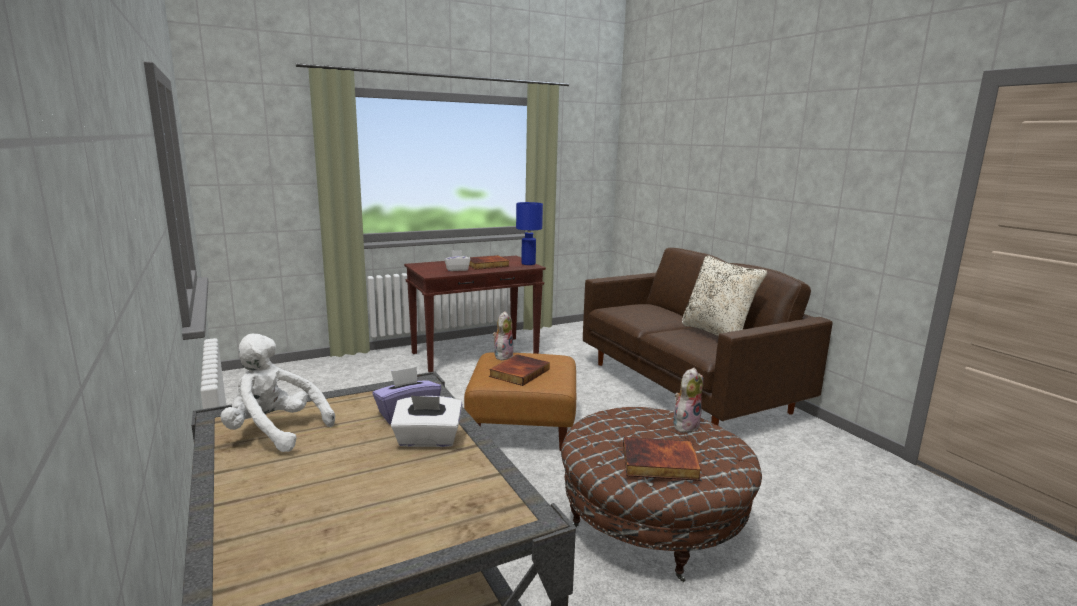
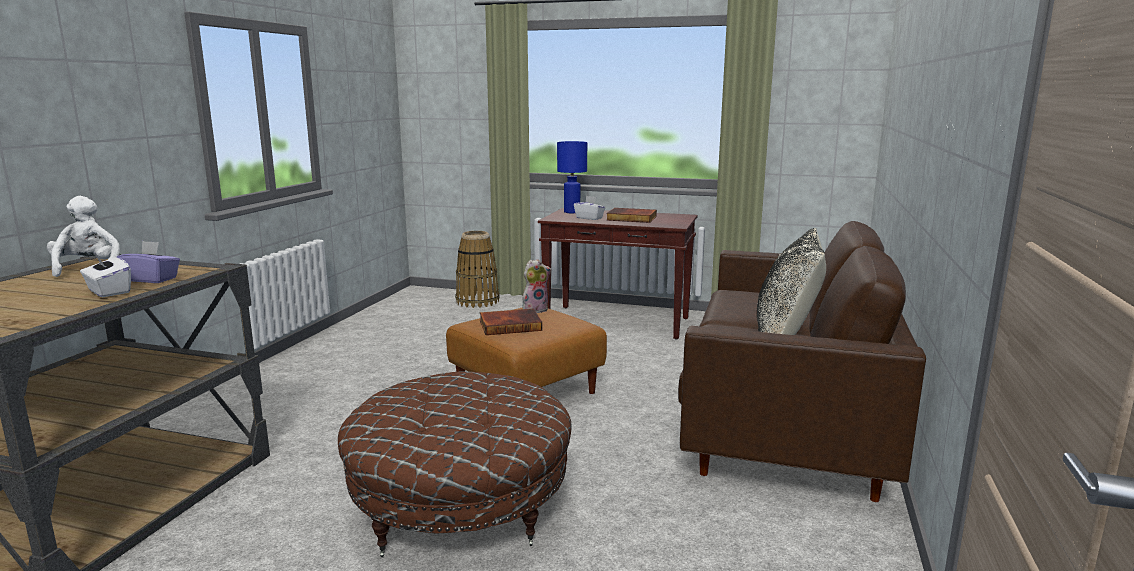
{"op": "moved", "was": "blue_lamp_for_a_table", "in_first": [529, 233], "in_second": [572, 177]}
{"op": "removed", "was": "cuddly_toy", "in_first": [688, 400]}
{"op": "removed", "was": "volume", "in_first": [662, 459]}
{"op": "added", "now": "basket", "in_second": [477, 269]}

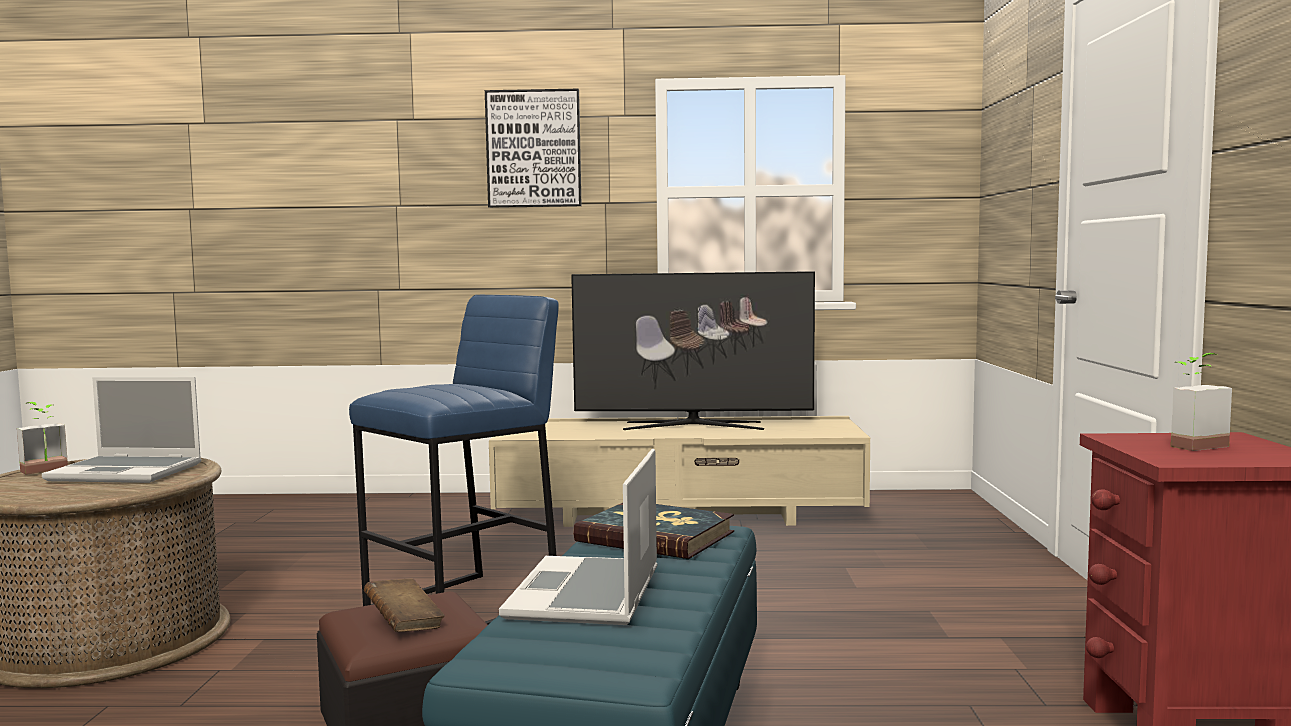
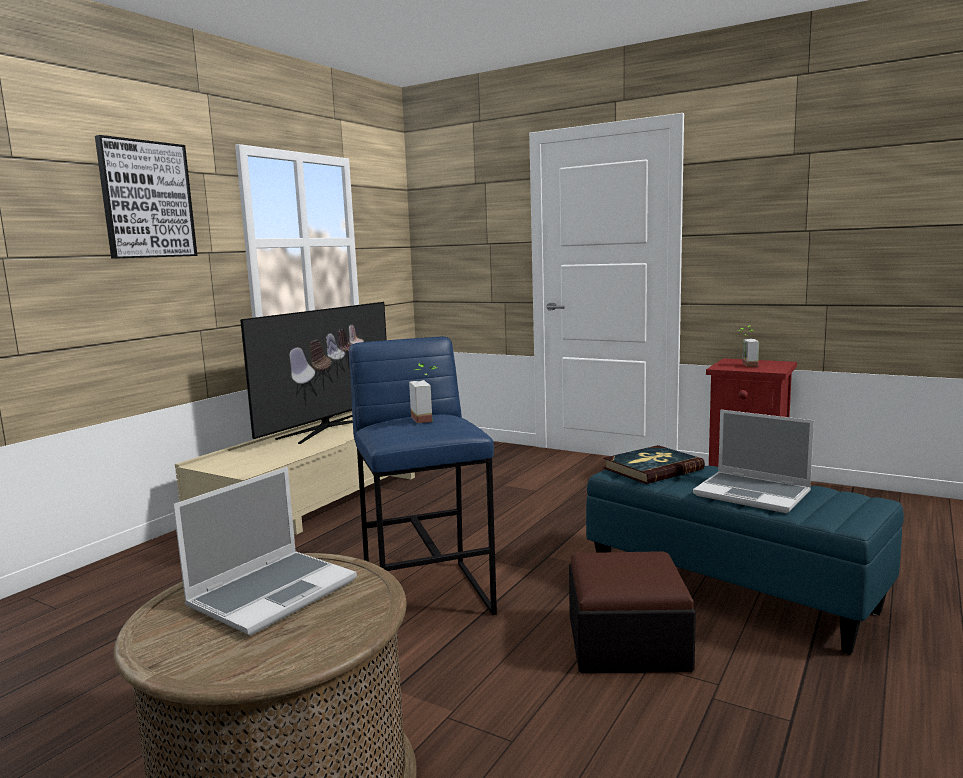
{"op": "moved", "was": "houseplant", "in_first": [42, 438], "in_second": [422, 393]}
{"op": "removed", "was": "brown-coloured_volume", "in_first": [404, 605]}

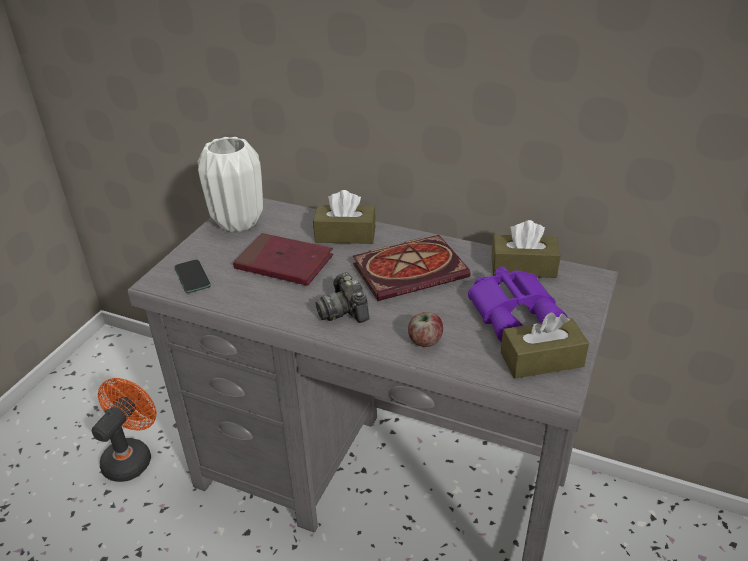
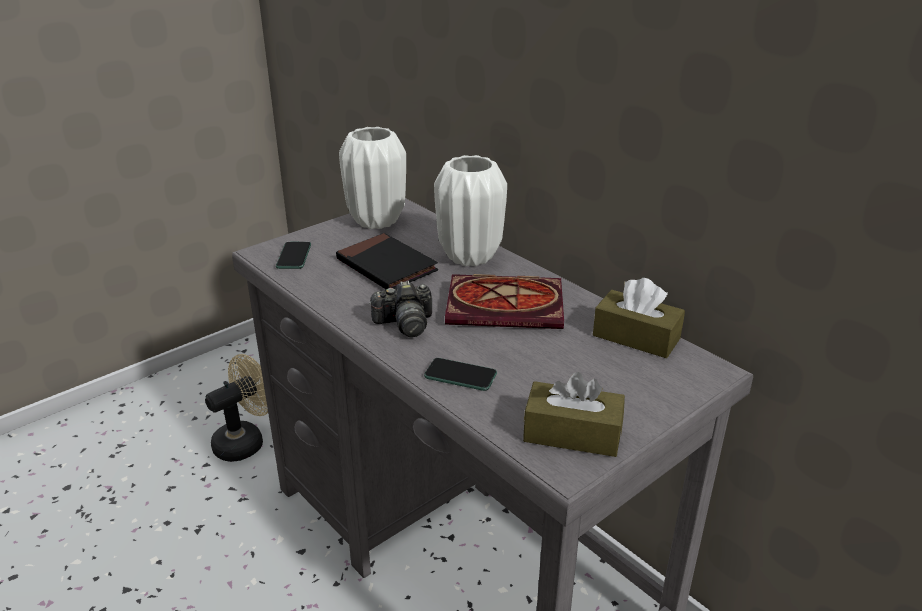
{"op": "replaced", "was": "brown-coloured_box_of_tissues", "now": "whitish_vase", "in_first": [344, 217], "in_second": [470, 210]}
{"op": "recoloured", "was": "reddish_volume", "now": "black-coloured_volume", "in_first": [283, 259], "in_second": [387, 261]}
{"op": "removed", "was": "purple-coloured_field_glasses", "in_first": [518, 304]}
{"op": "turned", "was": "photo_camera", "in_first": [342, 297], "in_second": [400, 309], "clockwise": -105}
{"op": "replaced", "was": "apple", "now": "handset", "in_first": [425, 329], "in_second": [460, 374]}
{"op": "recoloured", "was": "orange-coloured_cooling_fan", "now": "sand-coloured_cooling_fan", "in_first": [124, 430], "in_second": [236, 408]}

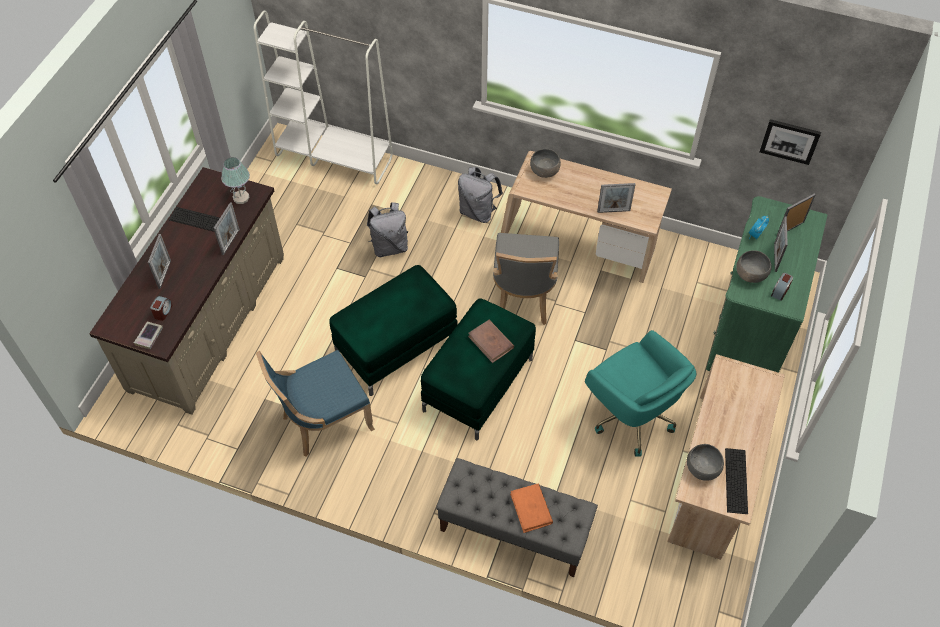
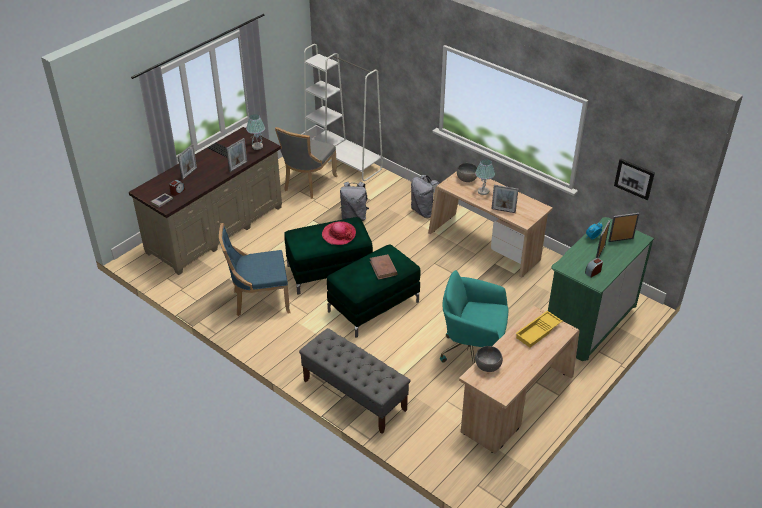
{"op": "moved", "was": "greyish_upright_chair", "in_first": [526, 279], "in_second": [306, 163]}
{"op": "removed", "was": "greyish_serving_bowl", "in_first": [754, 266]}
{"op": "turned", "was": "turquoise-coloured_desk_chair", "in_first": [641, 393], "in_second": [474, 317], "clockwise": 120}
{"op": "removed", "was": "PC_keyboard", "in_first": [736, 481]}
{"op": "removed", "was": "orange-coloured_volume", "in_first": [531, 508]}
{"op": "added", "now": "lamp_for_a_table", "in_second": [485, 177]}
{"op": "added", "now": "hat", "in_second": [339, 233]}
{"op": "added", "now": "yellow-coloured_tray", "in_second": [538, 329]}

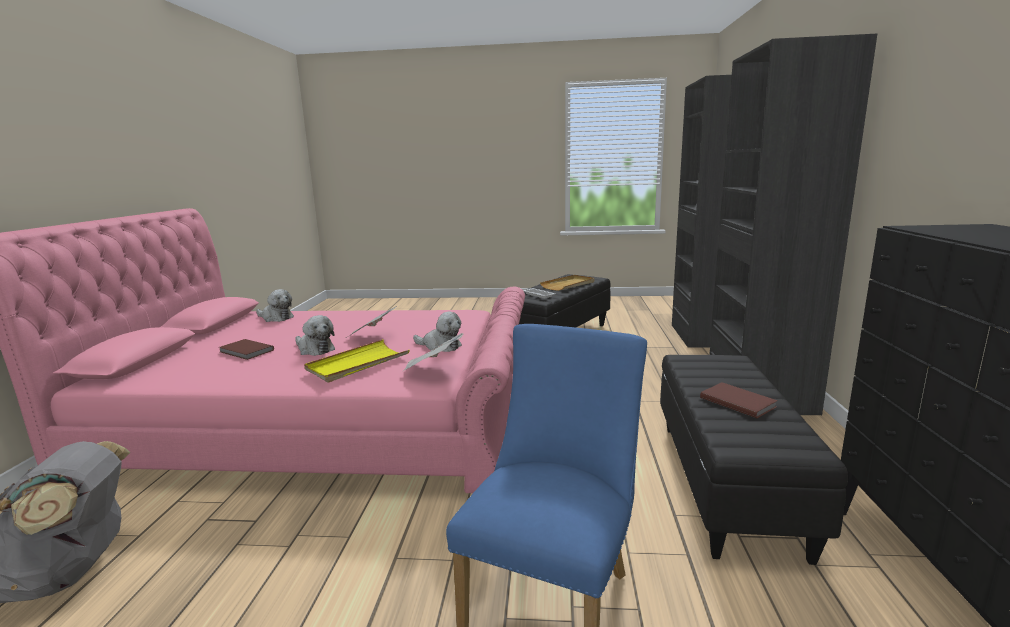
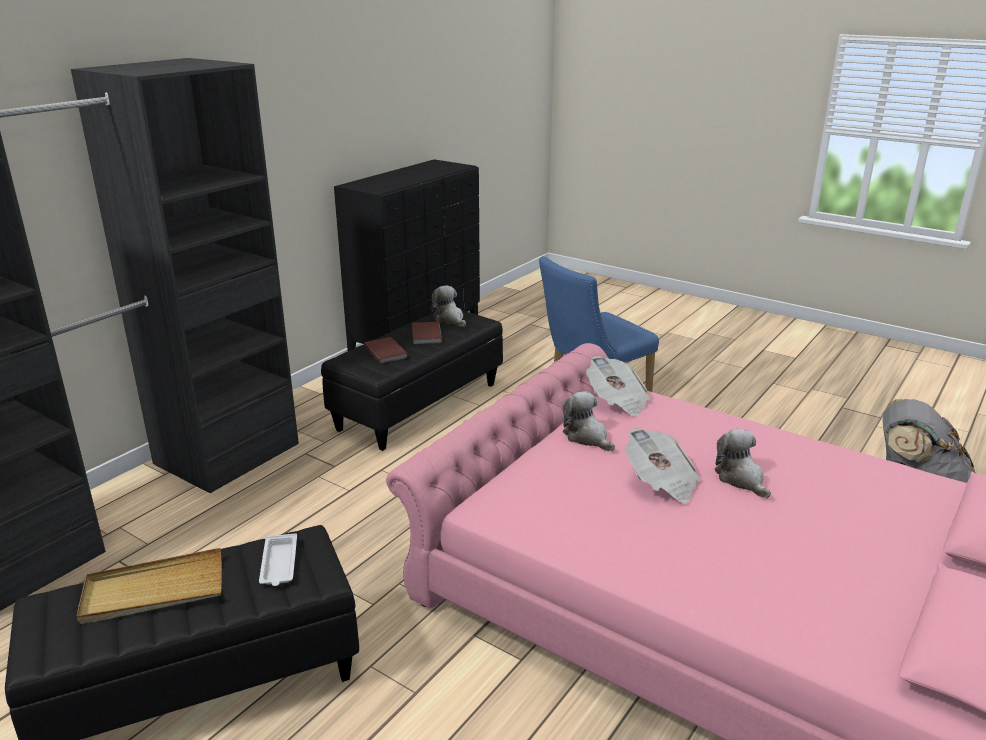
{"op": "moved", "was": "cuddly_toy", "in_first": [275, 305], "in_second": [448, 306]}
{"op": "moved", "was": "brown-coloured_volume", "in_first": [246, 349], "in_second": [386, 350]}
{"op": "removed", "was": "yellow-coloured_tray", "in_first": [357, 360]}

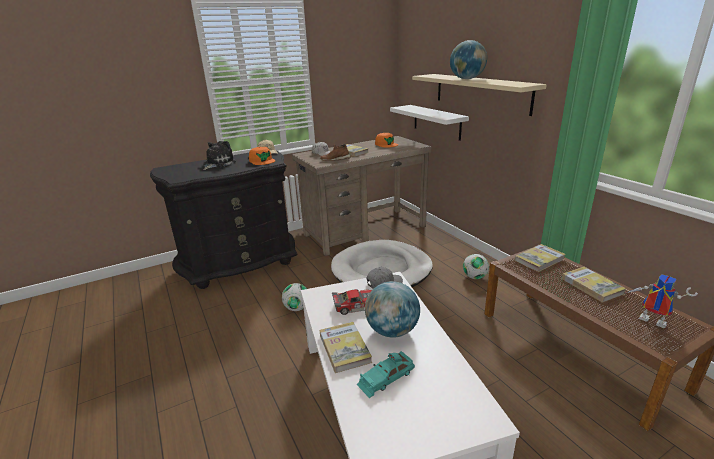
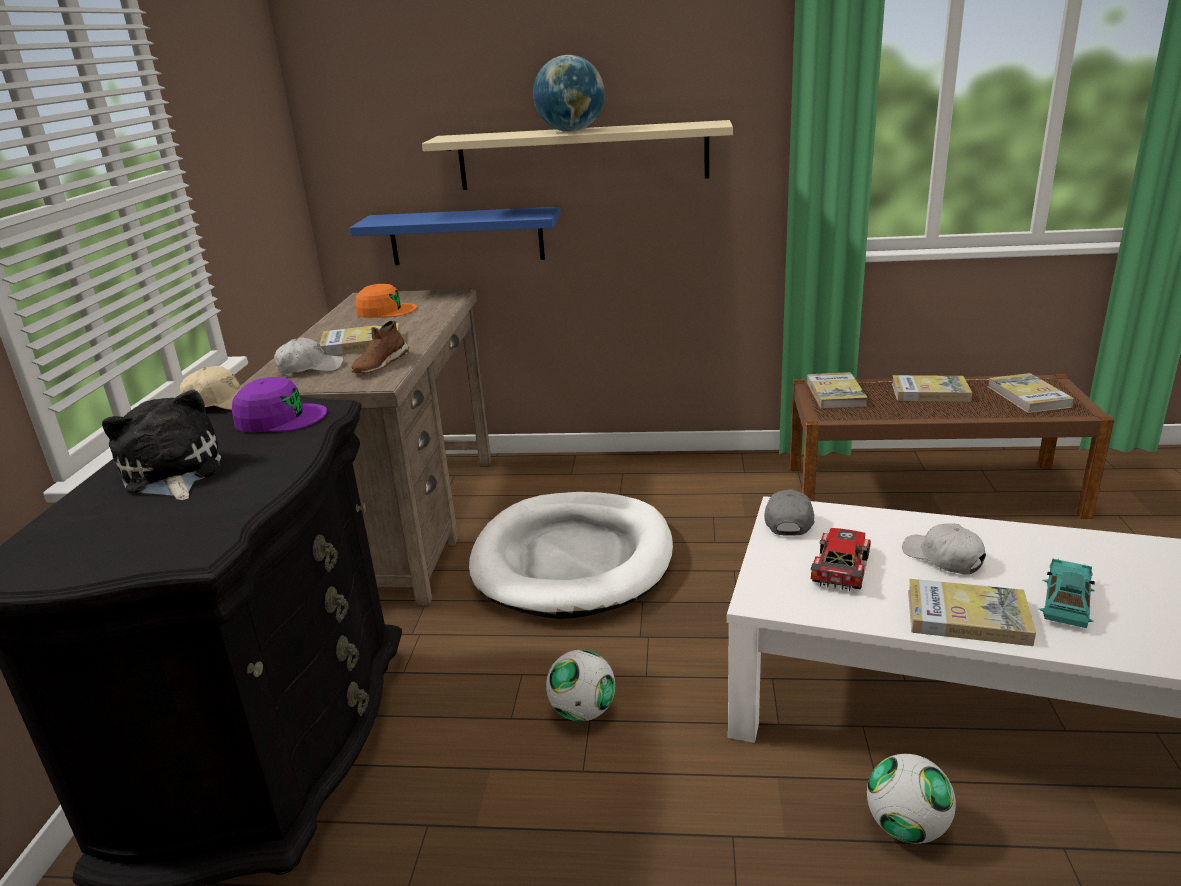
{"op": "recoloured", "was": "whitish_bracket_shelf", "now": "blue_bracket_shelf", "in_first": [429, 123], "in_second": [455, 236]}
{"op": "recoloured", "was": "orange-coloured_cap", "now": "purple-coloured_cap", "in_first": [262, 156], "in_second": [279, 405]}
{"op": "moved", "was": "ball_for_football", "in_first": [476, 266], "in_second": [911, 799]}
{"op": "replaced", "was": "toy_robot", "now": "volume", "in_first": [662, 301], "in_second": [1030, 393]}
{"op": "replaced", "was": "desk_globe", "now": "whitish_cap", "in_first": [392, 309], "in_second": [944, 549]}
{"op": "turned", "was": "turquoise-coloured_miniature_car", "in_first": [386, 374], "in_second": [1067, 593], "clockwise": -150}

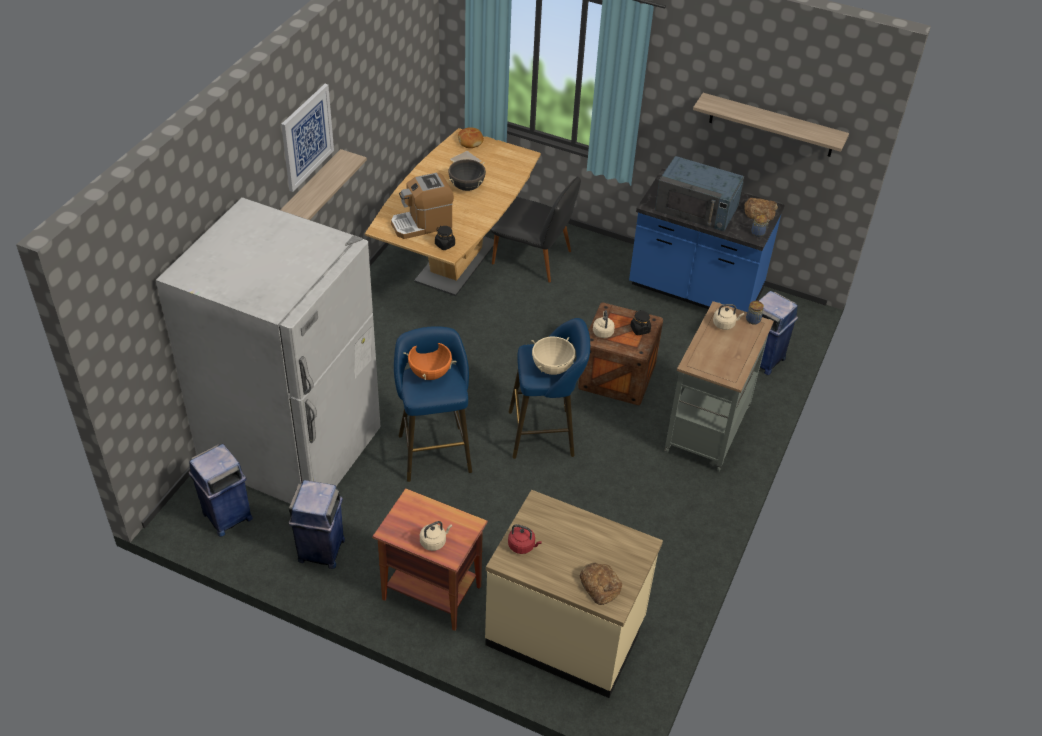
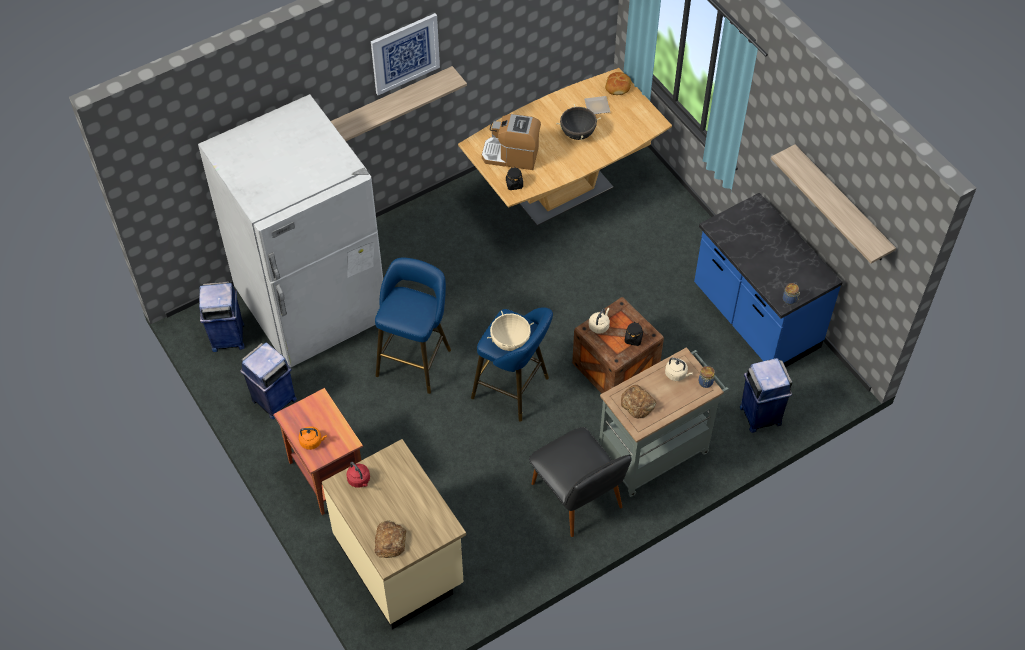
{"op": "removed", "was": "blue_microwave_oven", "in_first": [699, 193]}
{"op": "moved", "was": "black-coloured_upright_chair", "in_first": [535, 229], "in_second": [580, 482]}
{"op": "moved", "was": "baked_bread", "in_first": [761, 209], "in_second": [639, 401]}
{"op": "removed", "was": "orange-coloured_saucepot", "in_first": [430, 361]}
{"op": "recoloured", "was": "sand-coloured_water_kettle", "now": "orange-coloured_water_kettle", "in_first": [436, 536], "in_second": [313, 438]}

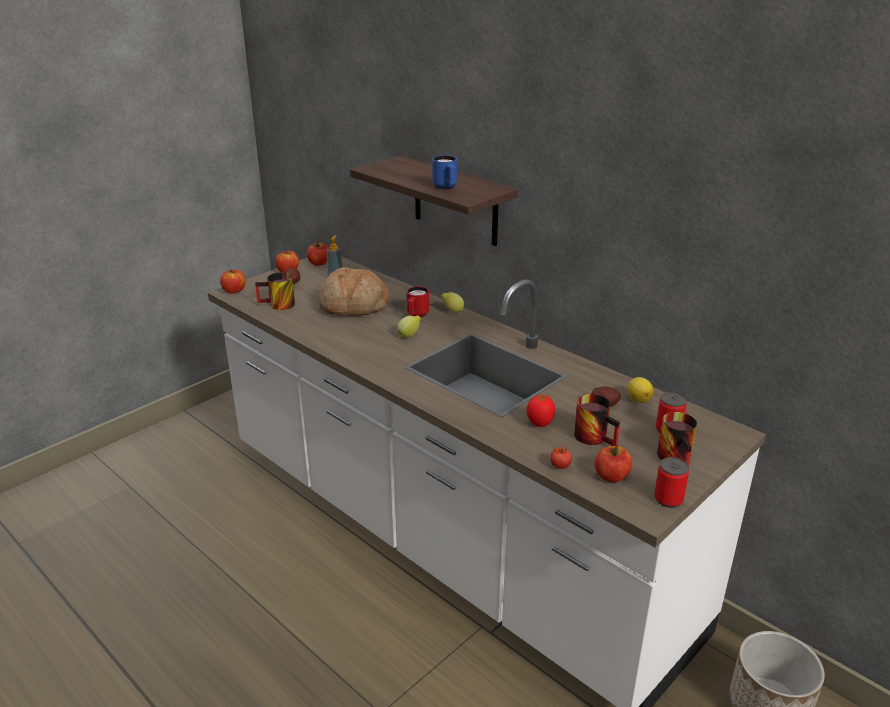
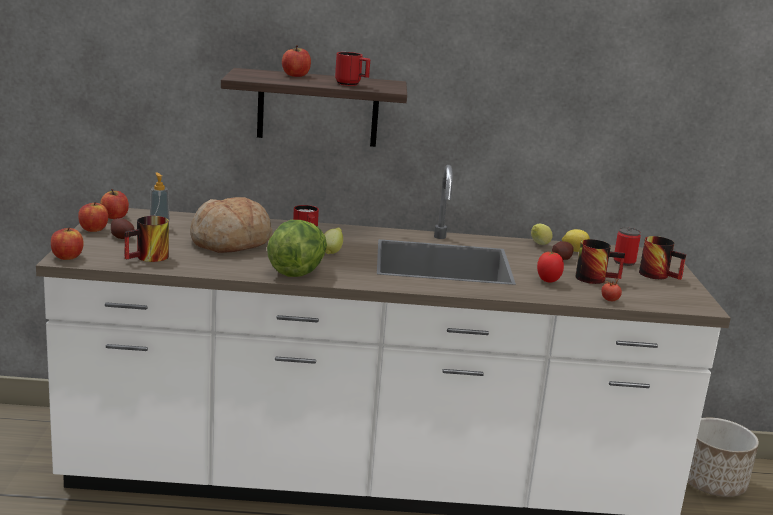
{"op": "recoloured", "was": "blue_coffee_mug", "now": "reddish_coffee_mug", "in_first": [444, 172], "in_second": [352, 69]}
{"op": "moved", "was": "whole_lemon", "in_first": [452, 302], "in_second": [542, 234]}
{"op": "moved", "was": "apple", "in_first": [613, 463], "in_second": [296, 61]}
{"op": "removed", "was": "can", "in_first": [671, 482]}
{"op": "added", "now": "lettuce_head", "in_second": [297, 248]}

